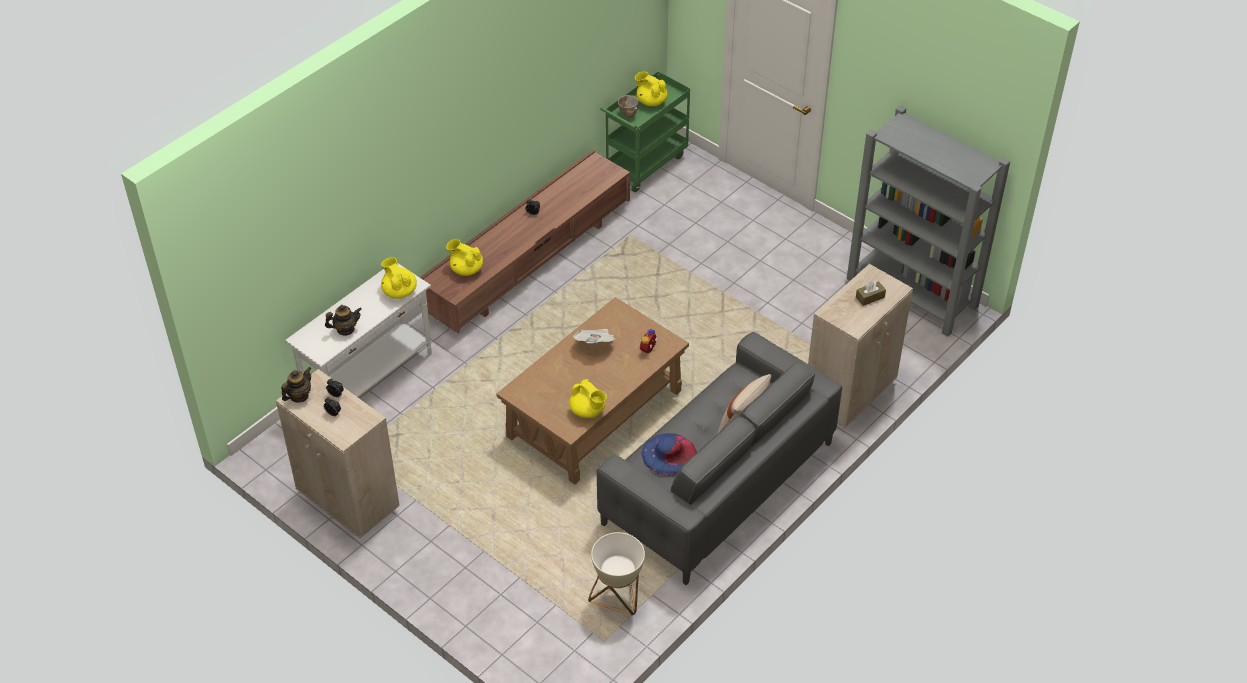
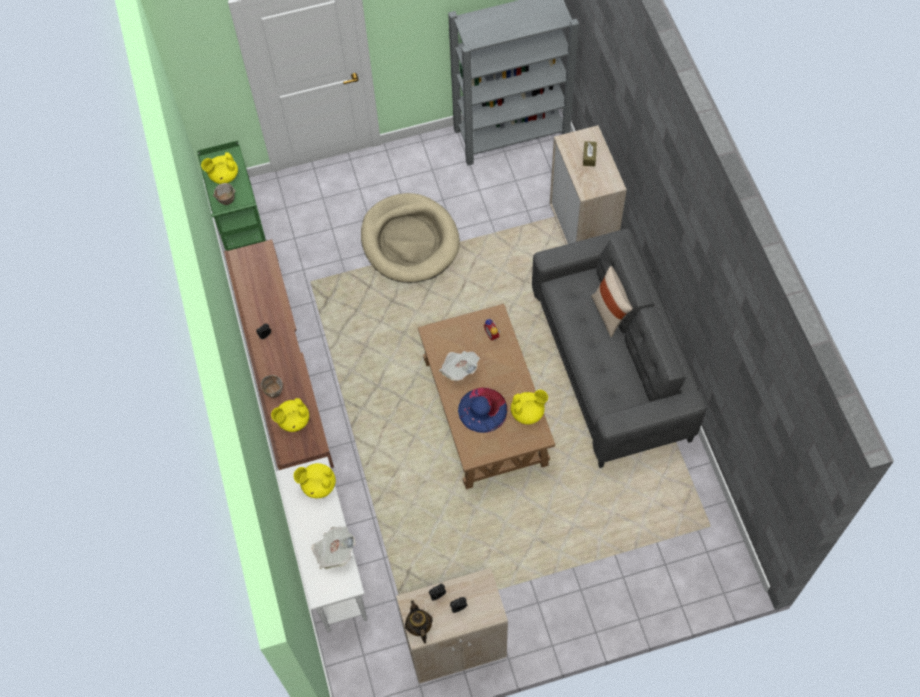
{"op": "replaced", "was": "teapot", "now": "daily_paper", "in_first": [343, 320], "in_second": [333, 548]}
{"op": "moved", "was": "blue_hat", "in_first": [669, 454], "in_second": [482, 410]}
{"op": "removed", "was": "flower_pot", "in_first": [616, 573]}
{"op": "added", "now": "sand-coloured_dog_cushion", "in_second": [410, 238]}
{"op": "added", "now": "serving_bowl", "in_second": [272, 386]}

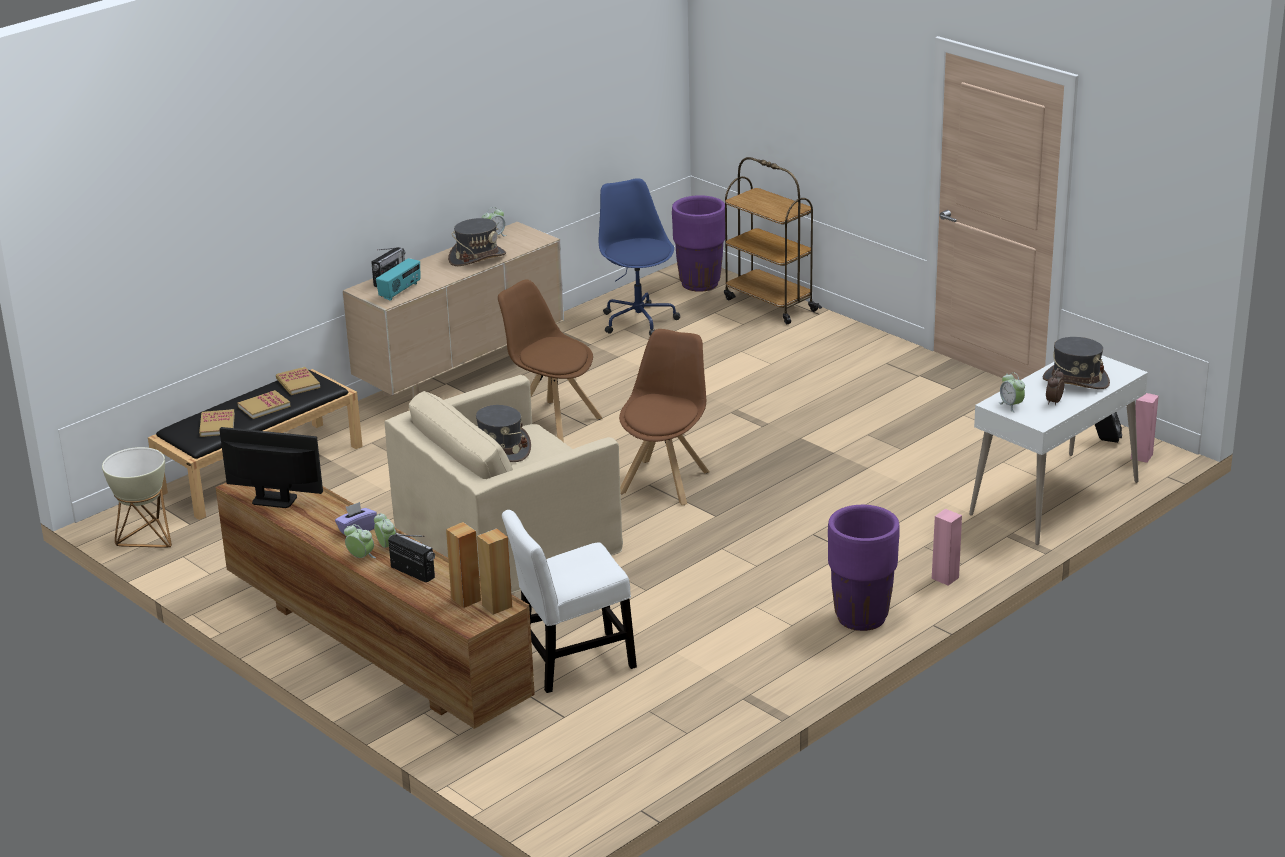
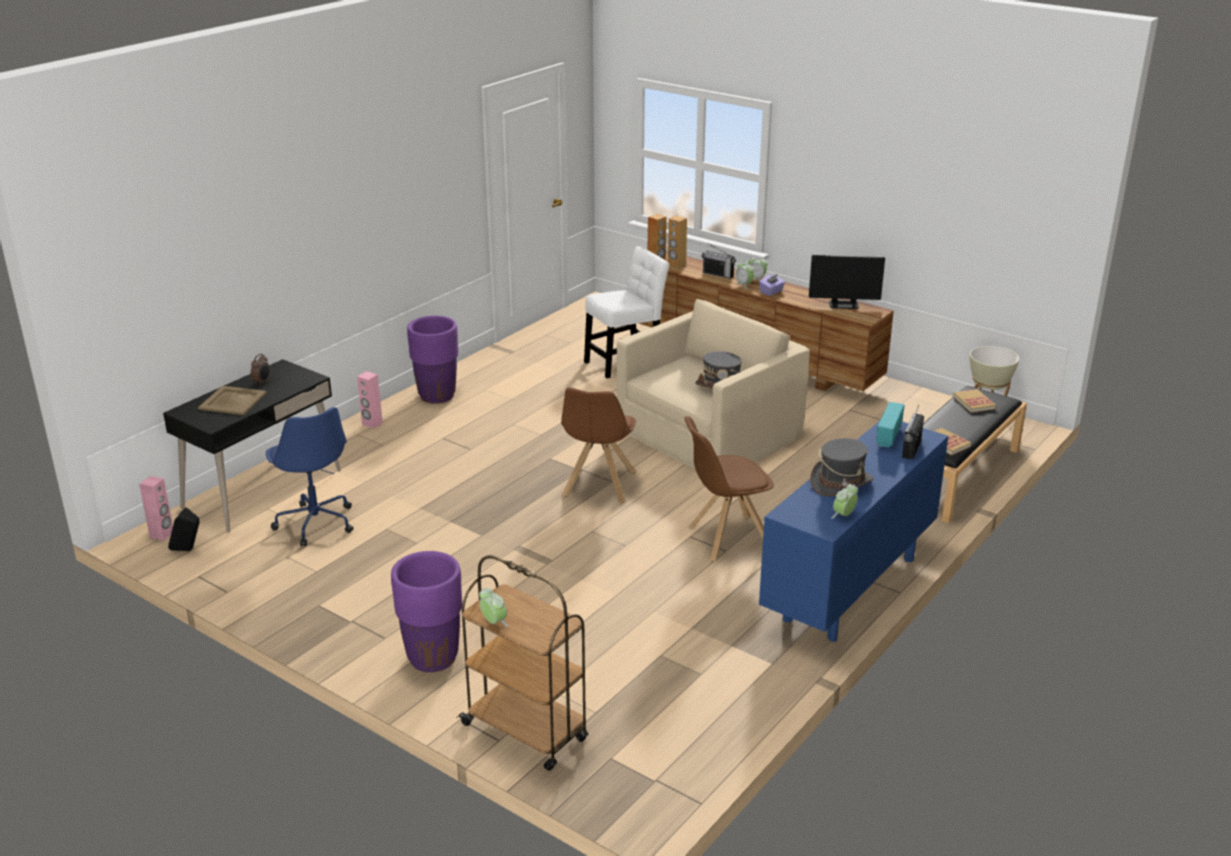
{"op": "moved", "was": "blue_desk_chair", "in_first": [639, 257], "in_second": [310, 476]}
{"op": "moved", "was": "purple-coloured_flower_pot", "in_first": [698, 243], "in_second": [426, 611]}
{"op": "recoloured", "was": "sand-coloured_dresser", "now": "blue_dresser", "in_first": [453, 310], "in_second": [854, 531]}
{"op": "turned", "was": "brown-coloured_upright_chair", "in_first": [550, 360], "in_second": [729, 489], "clockwise": 135}
{"op": "replaced", "was": "greyish_hat", "now": "sand-coloured_tray", "in_first": [1076, 363], "in_second": [232, 400]}
{"op": "recoloured", "was": "whitish_desk", "now": "black-coloured_desk", "in_first": [1058, 450], "in_second": [252, 445]}
{"op": "moved", "was": "alarm_clock", "in_first": [1012, 392], "in_second": [493, 607]}
{"op": "removed", "was": "volume", "in_first": [264, 404]}

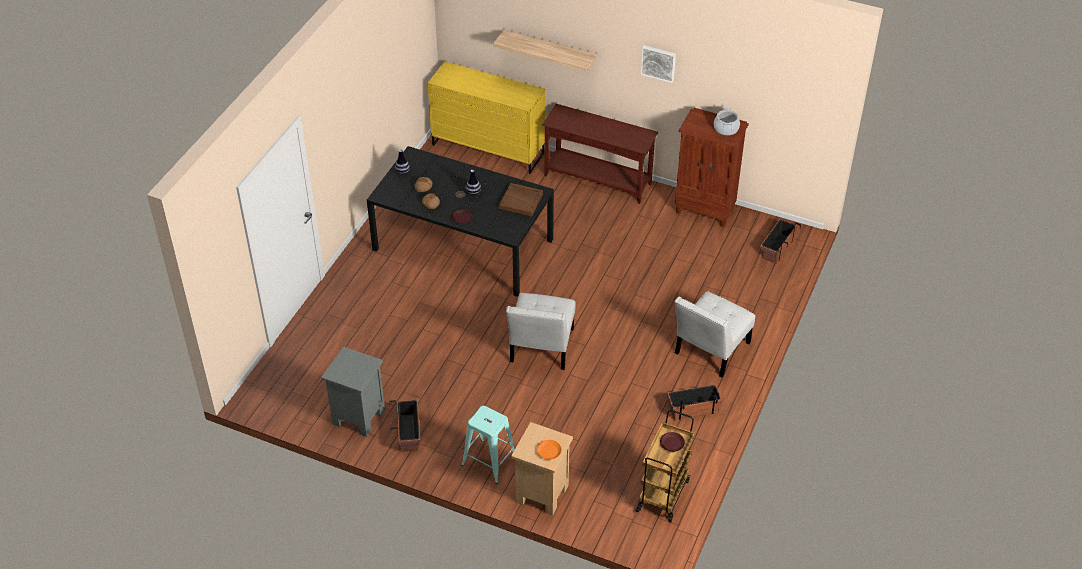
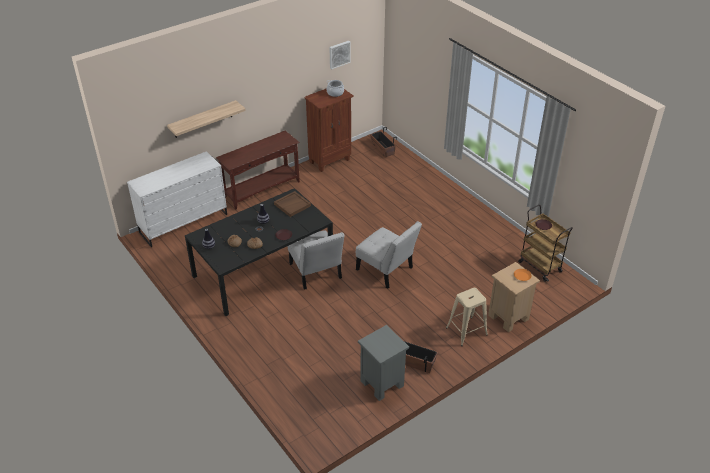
{"op": "moved", "was": "picture", "in_first": [658, 64], "in_second": [339, 55]}
{"op": "recoloured", "was": "yellow-coloured_dresser", "now": "whitish_dresser", "in_first": [486, 117], "in_second": [177, 199]}
{"op": "moved", "was": "whitish_upright_chair", "in_first": [715, 334], "in_second": [316, 260]}
{"op": "removed", "was": "flower_pot", "in_first": [694, 402]}
{"op": "recoloured", "was": "turquoise-coloured_stool_seat", "now": "sand-coloured_stool_seat", "in_first": [488, 445], "in_second": [467, 317]}

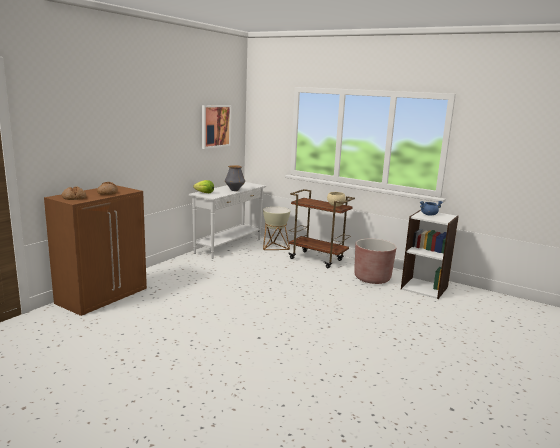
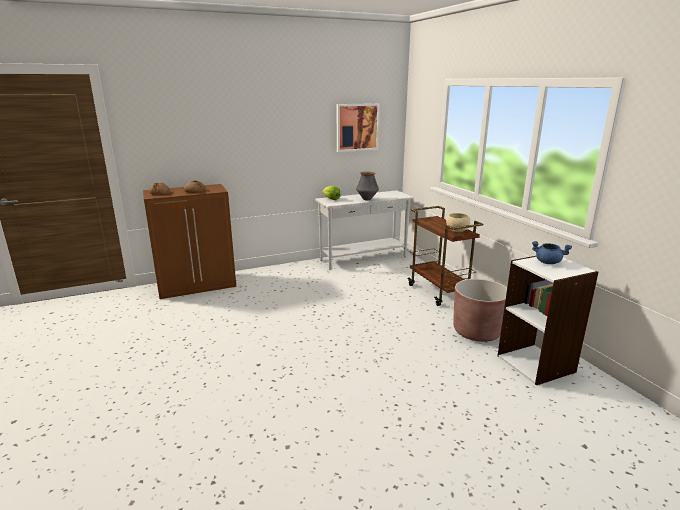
{"op": "removed", "was": "flower_pot", "in_first": [276, 228]}

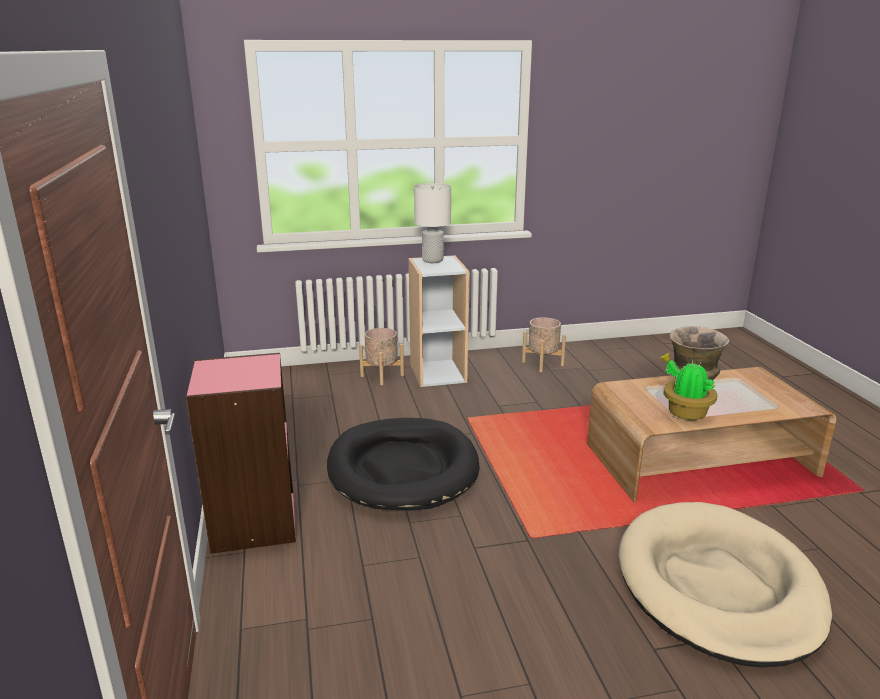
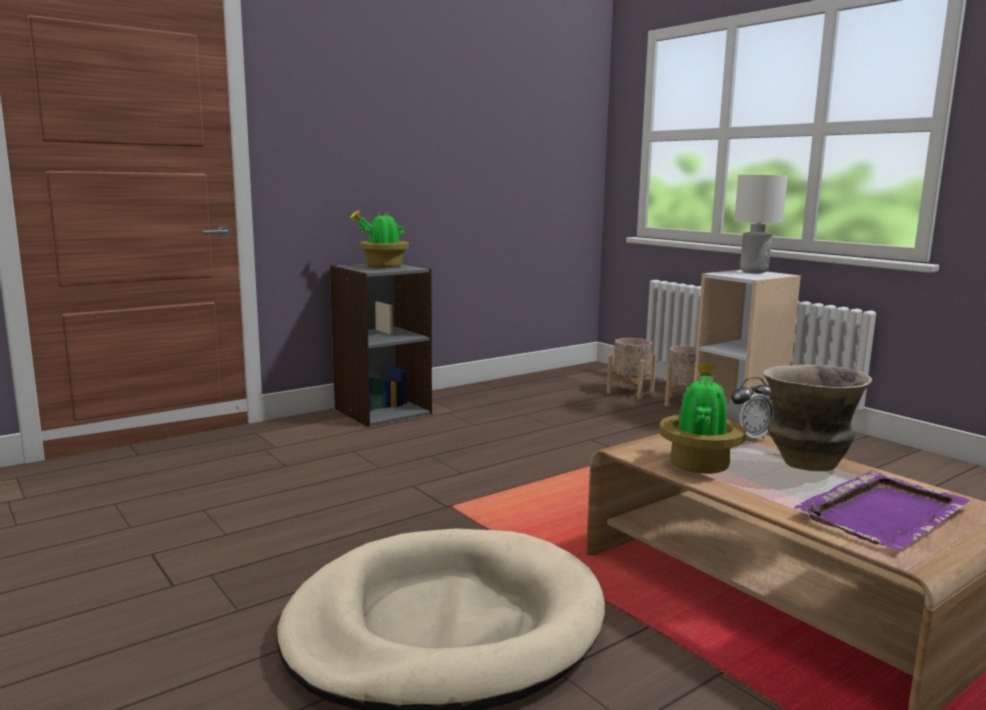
{"op": "moved", "was": "sand-coloured_flower_pot", "in_first": [544, 344], "in_second": [631, 368]}
{"op": "recoloured", "was": "pink-coloured_bookshelf", "now": "greyish_bookshelf", "in_first": [241, 453], "in_second": [381, 345]}
{"op": "removed", "was": "black-coloured_dog_cushion", "in_first": [403, 464]}
{"op": "added", "now": "houseplant", "in_second": [379, 239]}
{"op": "added", "now": "alarm_clock", "in_second": [750, 408]}
{"op": "added", "now": "purple-coloured_tray", "in_second": [882, 510]}

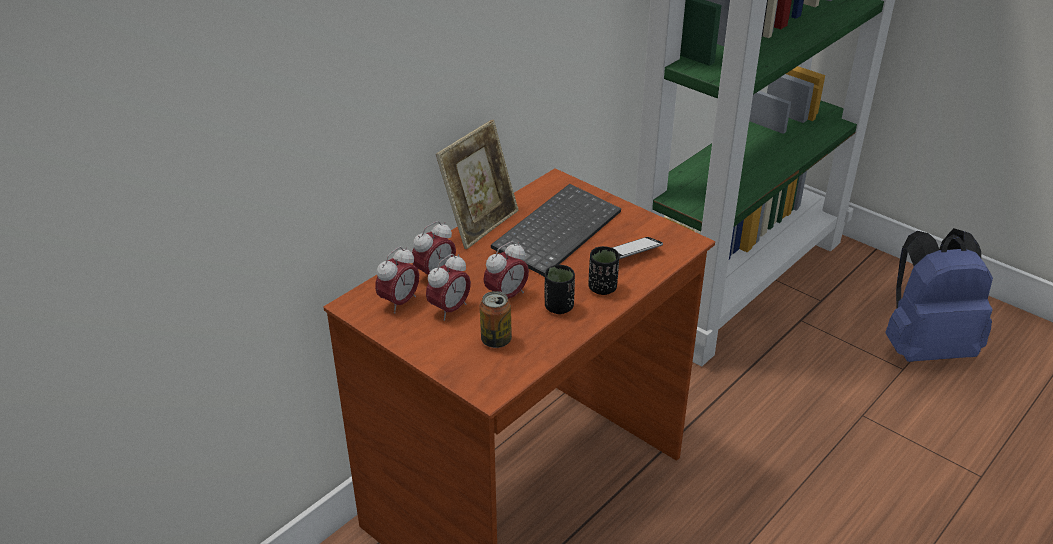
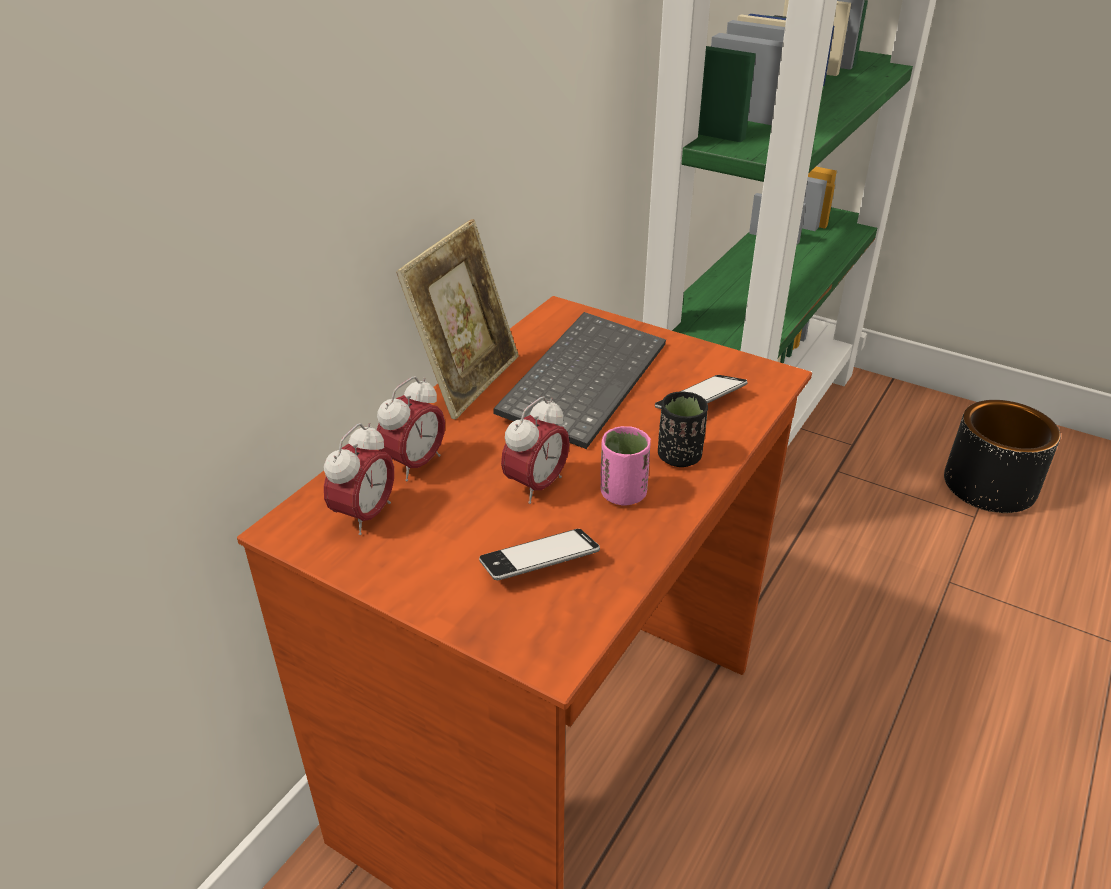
{"op": "replaced", "was": "blue_backpack", "now": "black-coloured_flower_pot", "in_first": [939, 295], "in_second": [1002, 456]}
{"op": "removed", "was": "alarm_clock", "in_first": [448, 287]}
{"op": "recoloured", "was": "black-coloured_drinking_cup", "now": "pink-coloured_drinking_cup", "in_first": [559, 289], "in_second": [626, 466]}
{"op": "replaced", "was": "can", "now": "handset", "in_first": [496, 319], "in_second": [539, 554]}

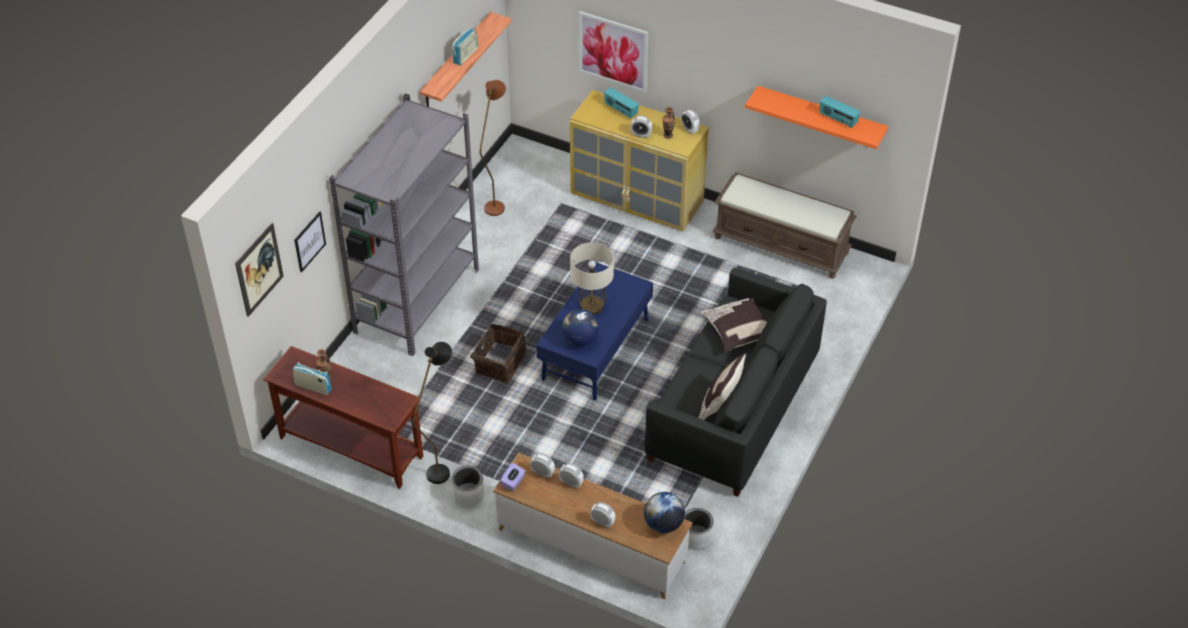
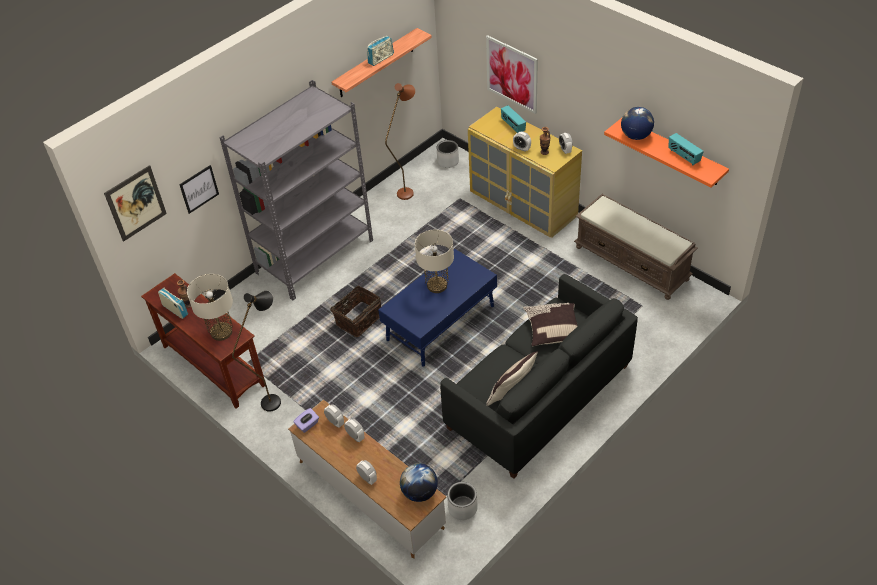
{"op": "moved", "was": "desk_globe", "in_first": [580, 327], "in_second": [637, 123]}
{"op": "moved", "was": "greyish_flower_pot", "in_first": [467, 486], "in_second": [448, 154]}
{"op": "added", "now": "lamp_for_a_table", "in_second": [210, 307]}

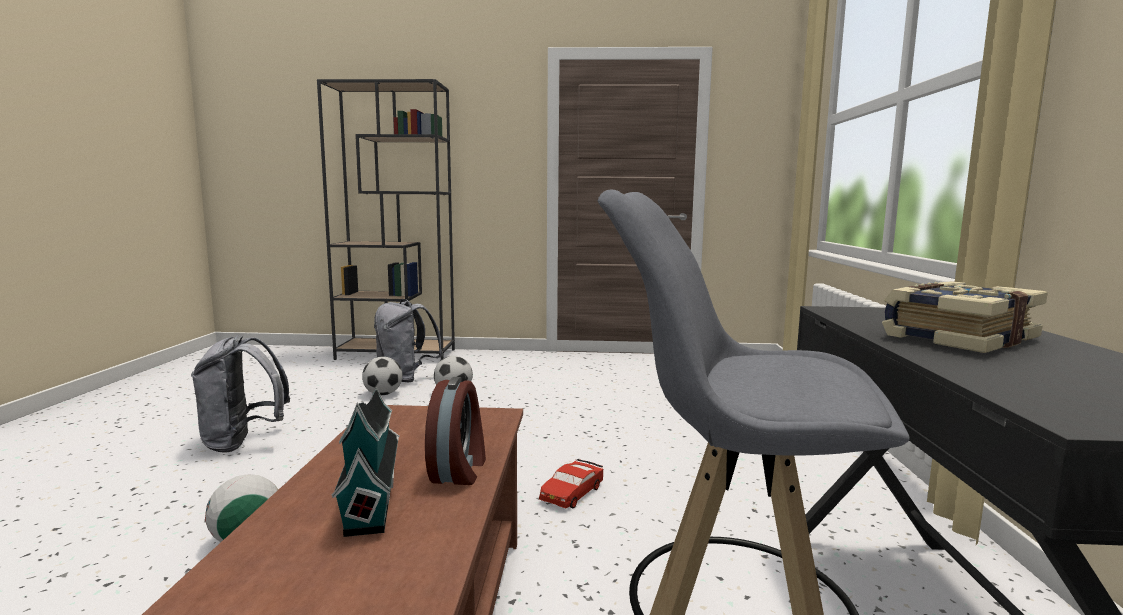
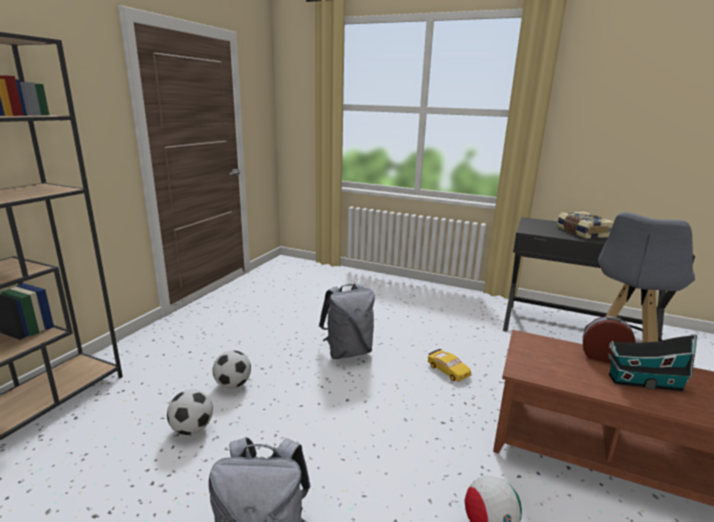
{"op": "moved", "was": "greyish_backpack", "in_first": [408, 340], "in_second": [347, 321]}
{"op": "recoloured", "was": "reddish_miniature_car", "now": "yellow-coloured_miniature_car", "in_first": [571, 483], "in_second": [449, 365]}

